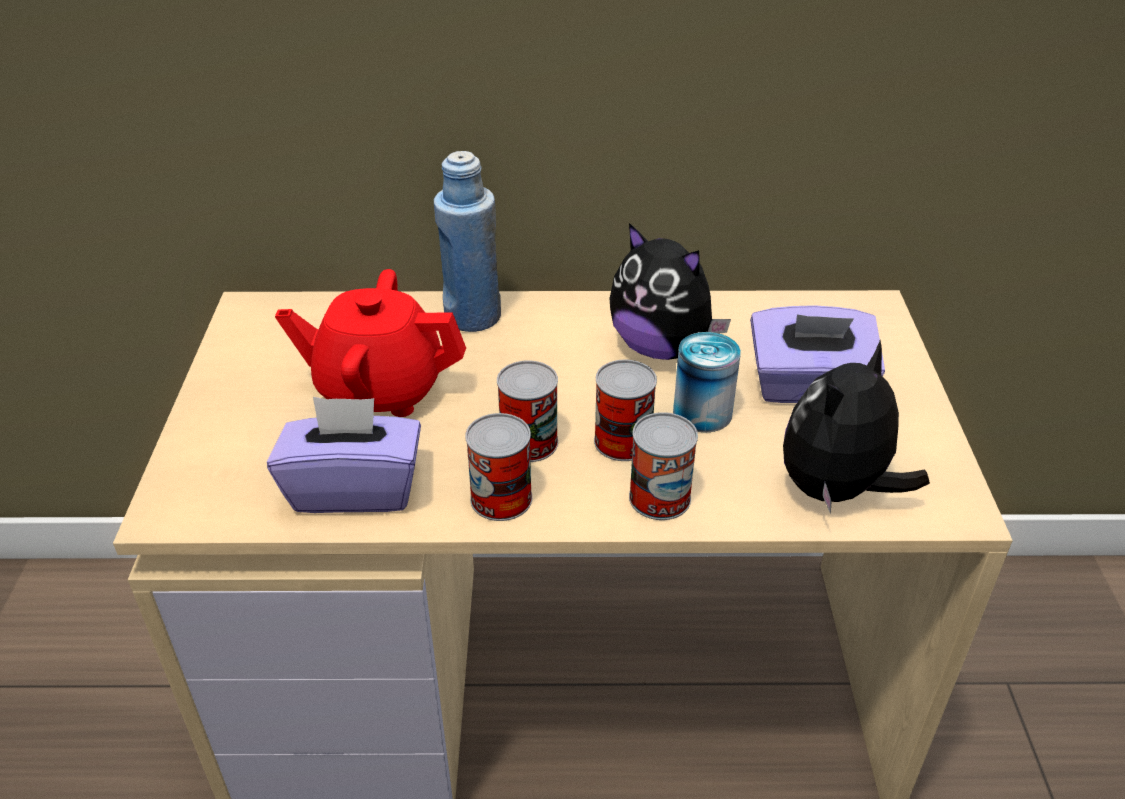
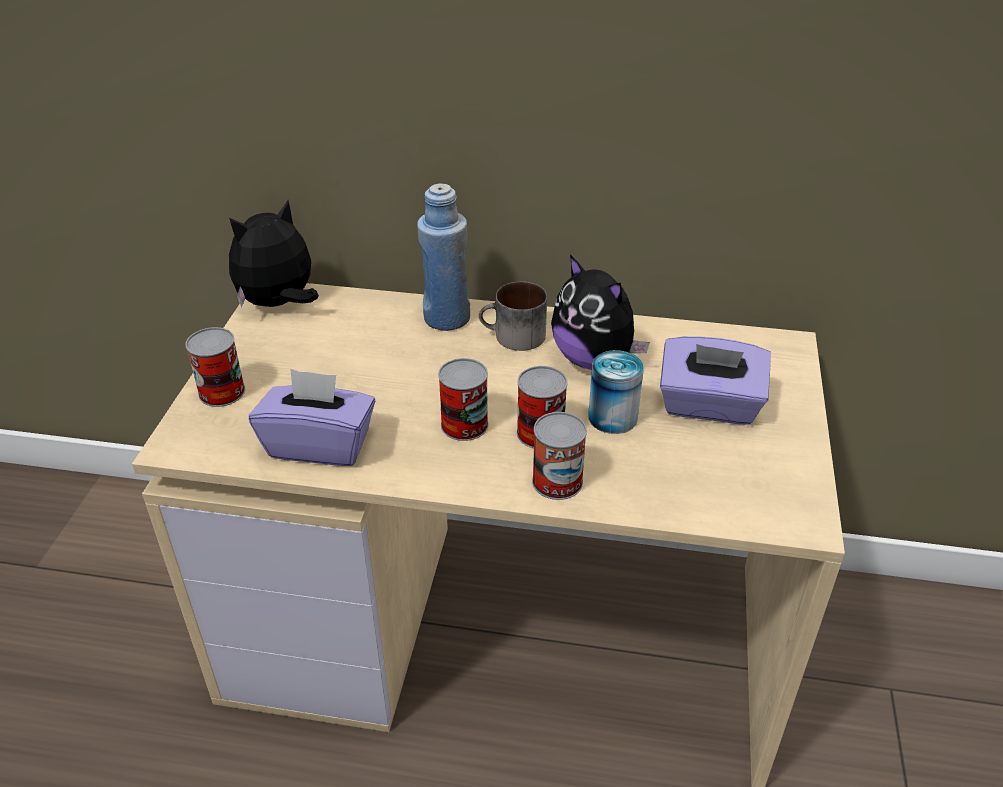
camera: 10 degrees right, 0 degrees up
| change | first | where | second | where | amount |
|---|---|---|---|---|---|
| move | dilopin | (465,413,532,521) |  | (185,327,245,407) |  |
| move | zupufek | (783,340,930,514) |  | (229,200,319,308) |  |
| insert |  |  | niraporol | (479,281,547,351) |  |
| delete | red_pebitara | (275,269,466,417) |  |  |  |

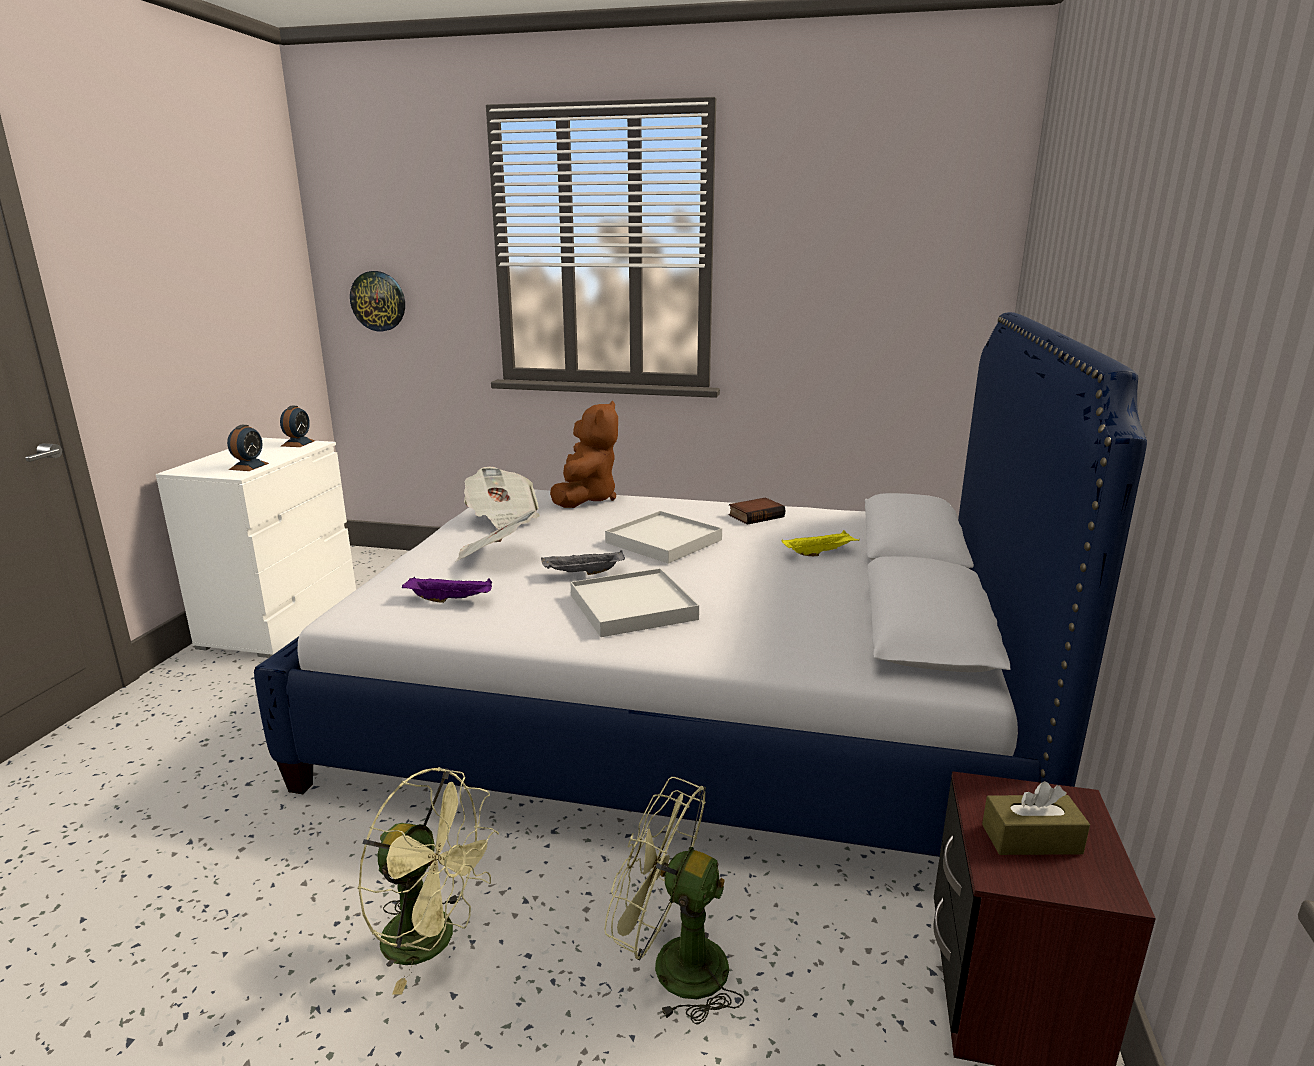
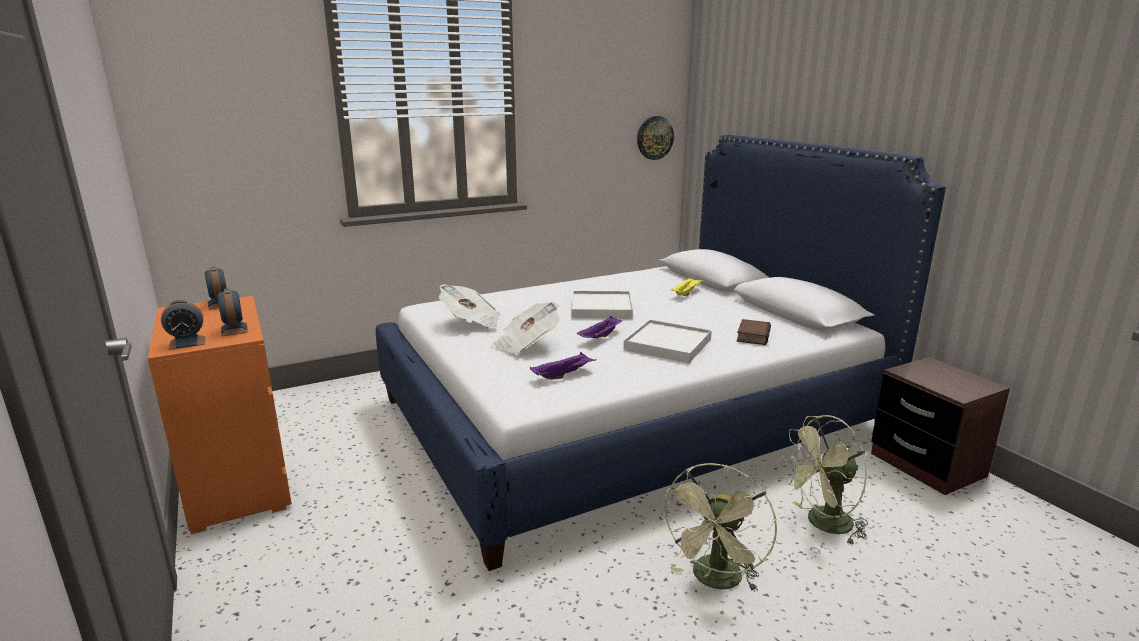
camera: 40 degrees left, 0 degrees up
| change | first | where | second | where | amount |
|---|---|---|---|---|---|
| recolor | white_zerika | (156,438,356,658) | orange_zerika | (148,296,292,534) |  |
| insert |  |  | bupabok | (161,300,205,350) |  |
| recolor | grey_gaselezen | (541,550,625,575) | purple_gaselezen | (577,316,622,338) |  |
| move | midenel | (350,271,405,332) |  | (637,116,674,160) |  |
| rotate | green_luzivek | (358,767,499,994) |  | (660,463,777,592) | 135 degrees clockwise |
| move | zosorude | (729,497,785,525) |  | (737,319,771,345) |  |
| delete | brown_zupufek | (550,401,618,508) |  |  |  |
| delete | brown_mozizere | (982,781,1090,855) |  |  |  |

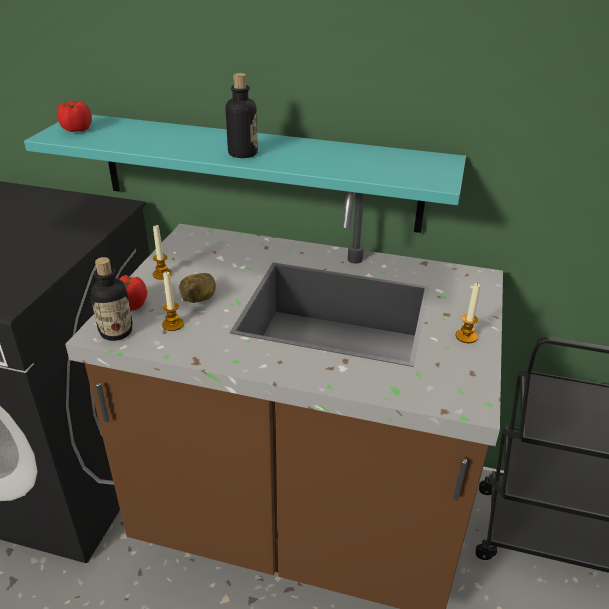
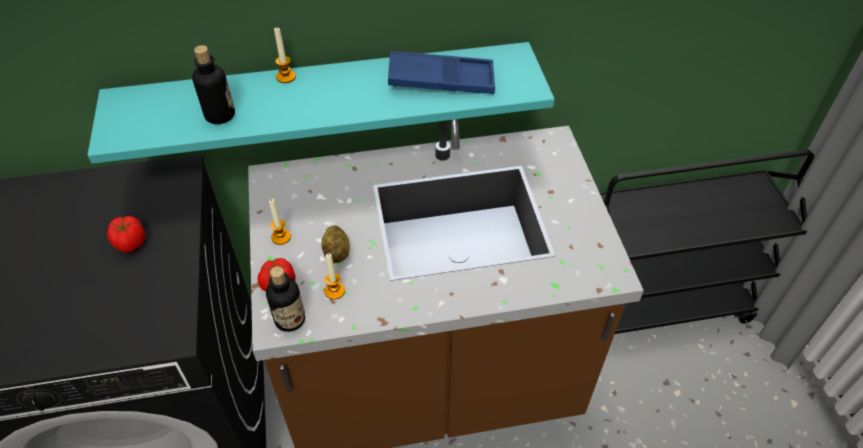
camera: 25 degrees left, 15 degrees up
| change | first | where | second | where | amount |
|---|---|---|---|---|---|
| move | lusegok | (57,101,92,132) |  | (107,216,145,253) |  |
| move | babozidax | (225,73,258,158) |  | (192,45,235,124) |  |
| move | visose | (455,282,480,343) |  | (274,27,296,83) |  |
| insert |  |  | blue_gaselezen | (388,51,495,94) |  |

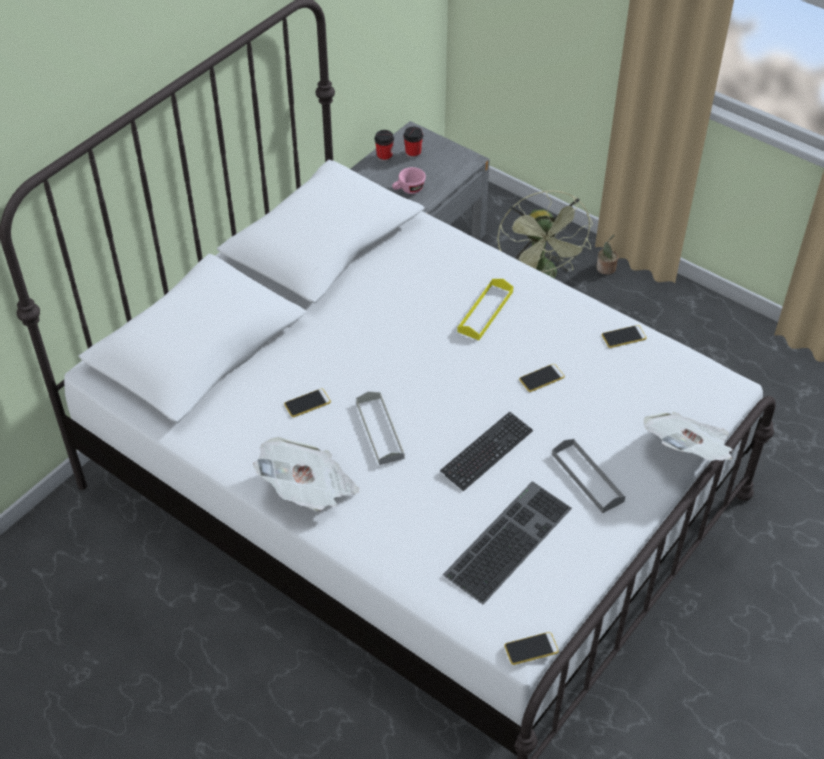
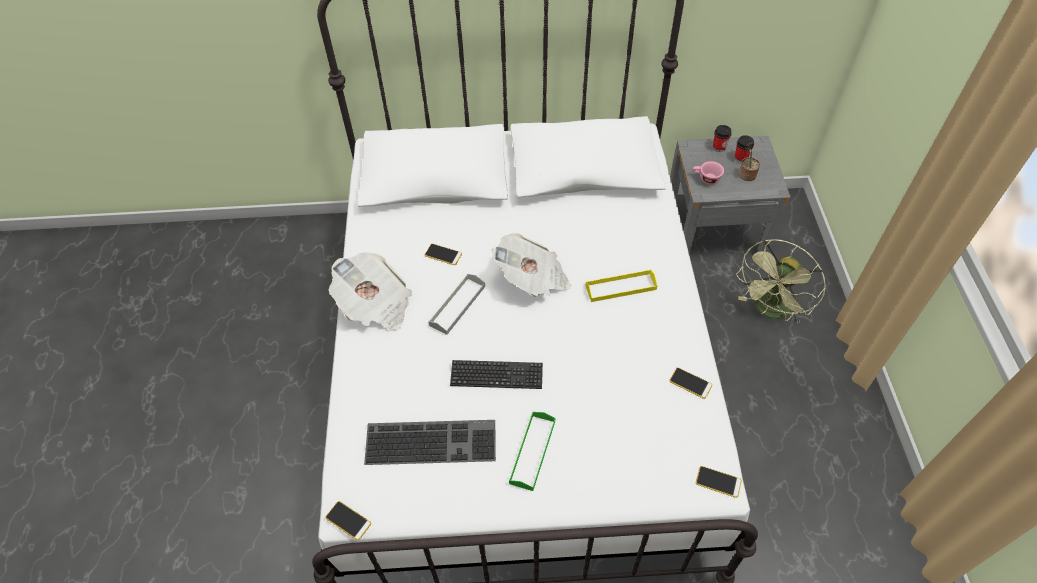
camera: 50 degrees right, 5 degrees up
| change | first | where | second | where | amount |
|---|---|---|---|---|---|
| move | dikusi | (643,412,733,461) |  | (492,233,572,296) |  |
| recolor | grey_gaselezen | (552,439,626,513) | green_gaselezen | (509,412,555,491) |  |
| move | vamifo | (519,364,565,392) |  | (696,466,742,498) |  |
| move | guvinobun | (596,235,618,275) |  | (738,143,760,181) |  |

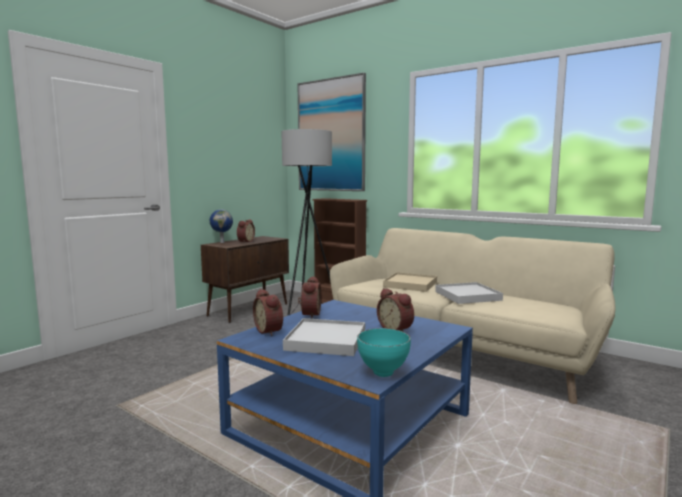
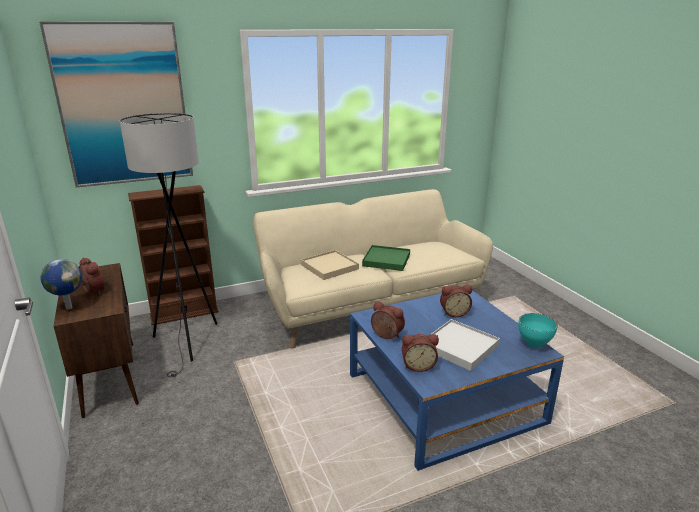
camera: 60 degrees left, 15 degrees up
| change | first | where | second | where | amount |
|---|---|---|---|---|---|
| recolor | white_gaselezen | (435,282,503,304) | green_gaselezen | (362,245,410,271) |  |

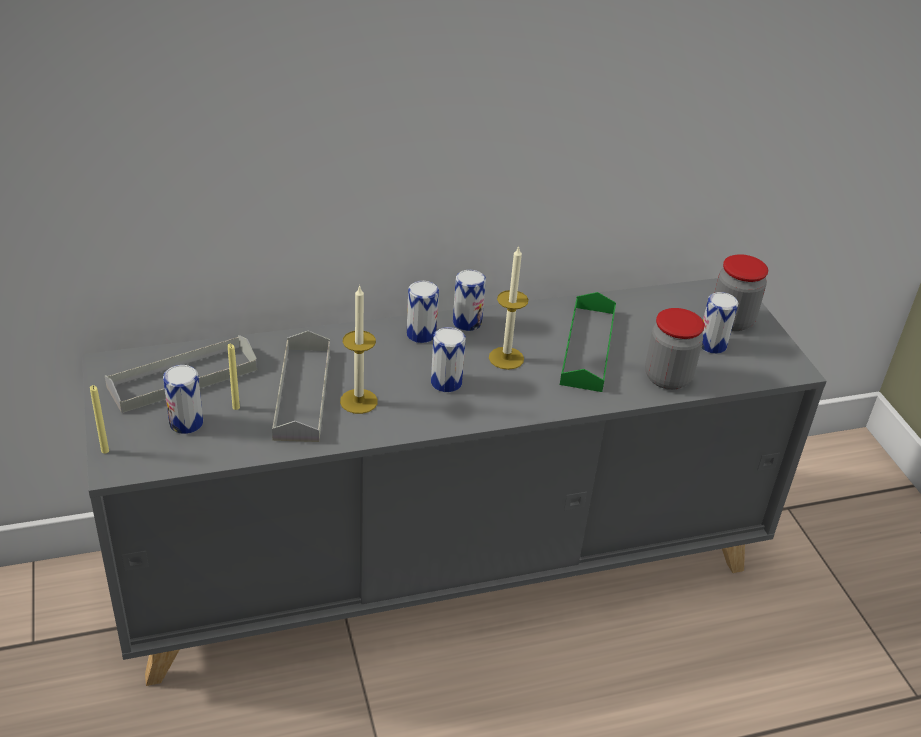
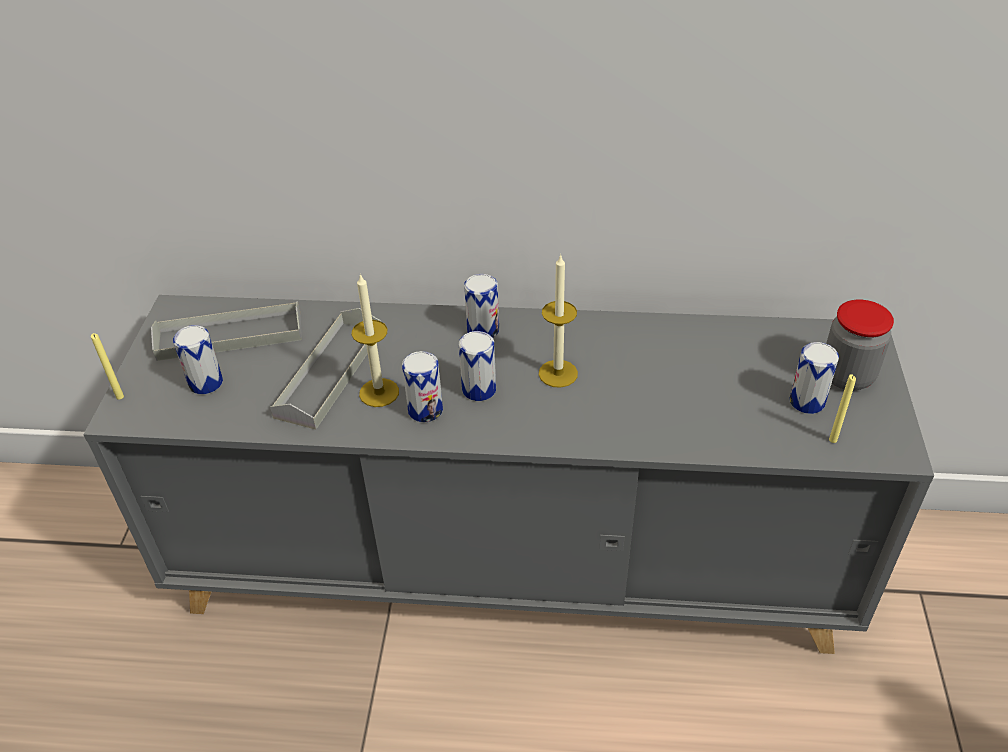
camera: 25 degrees right, 5 degrees up
| change | first | where | second | where | amount |
|---|---|---|---|---|---|
| move | dilopin | (453,270,486,331) |  | (402,351,443,422) |  |
| move | yellow_visose | (228,344,240,410) |  | (829,374,856,443) |  |
| delete | green_gaselezen | (560,292,616,392) |  |  |  |
| delete | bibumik | (645,308,705,390) |  |  |  |

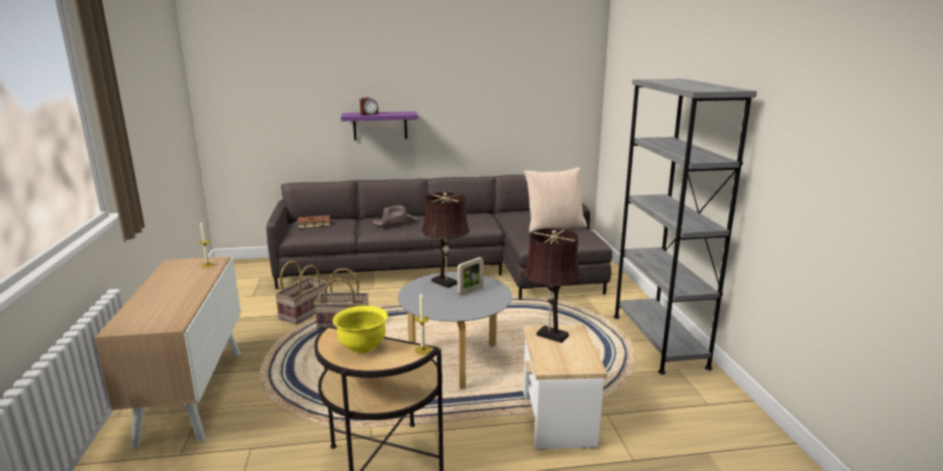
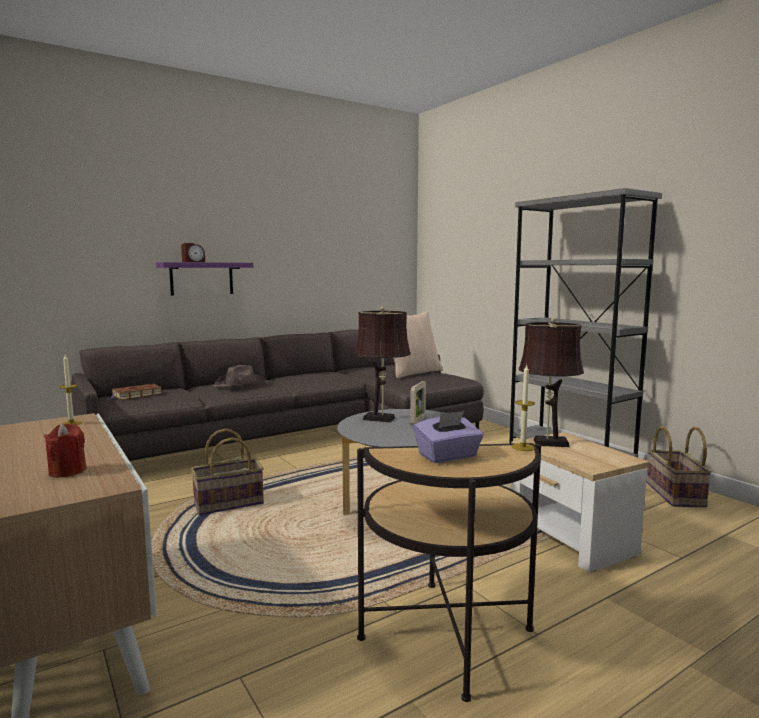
camera: 25 degrees left, 10 degrees down
| change | first | where | second | where | amount |
|---|---|---|---|---|---|
| insert |  |  | red_visose | (44,423,87,478) |  |
| replace | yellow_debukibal | (333,305,388,353) | purple_mozizere | (414,411,483,463) |  |
| move | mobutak | (275,260,327,324) |  | (646,426,712,507) |  |

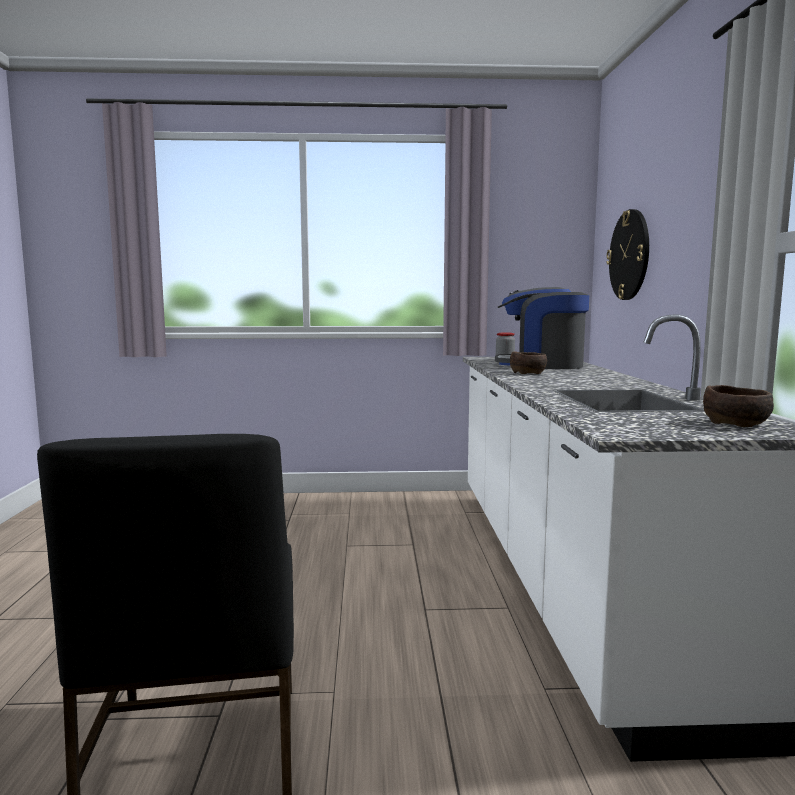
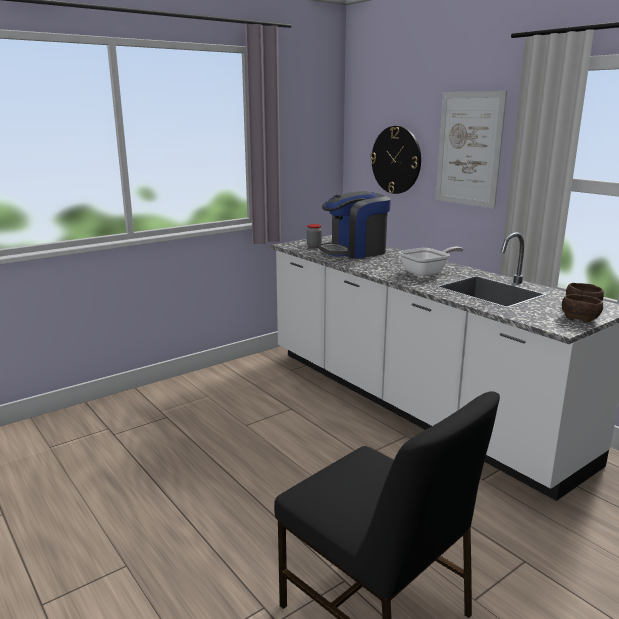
camera: 35 degrees left, 10 degrees up
| change | first | where | second | where | amount |
|---|---|---|---|---|---|
| insert |  |  | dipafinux | (399,247,463,276) |  |
| insert |  |  | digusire | (435,91,507,209) |  |
| move | brown_debukibal | (510,351,547,374) |  | (562,294,603,322) |  |

